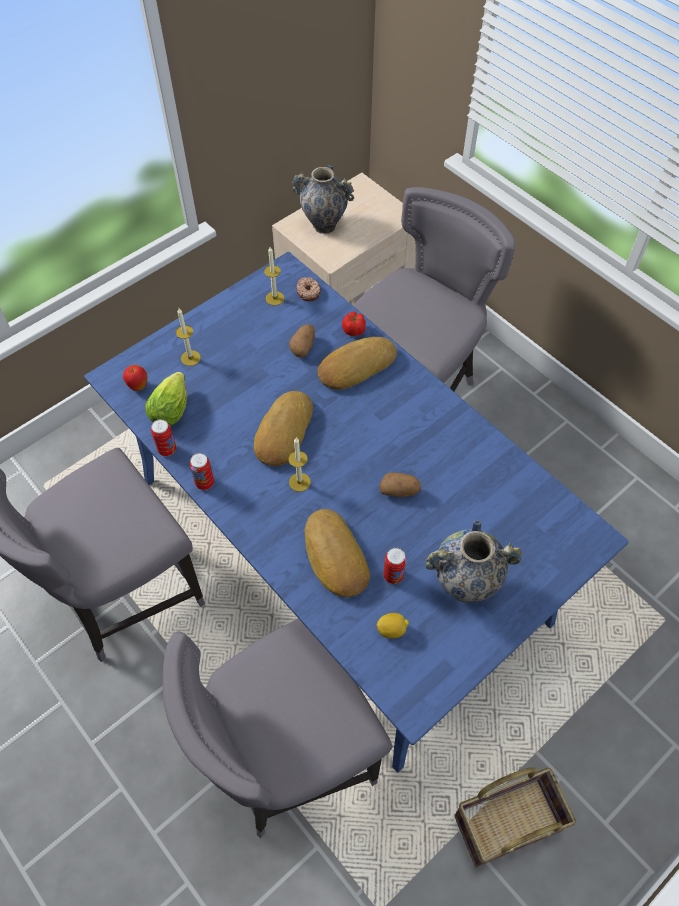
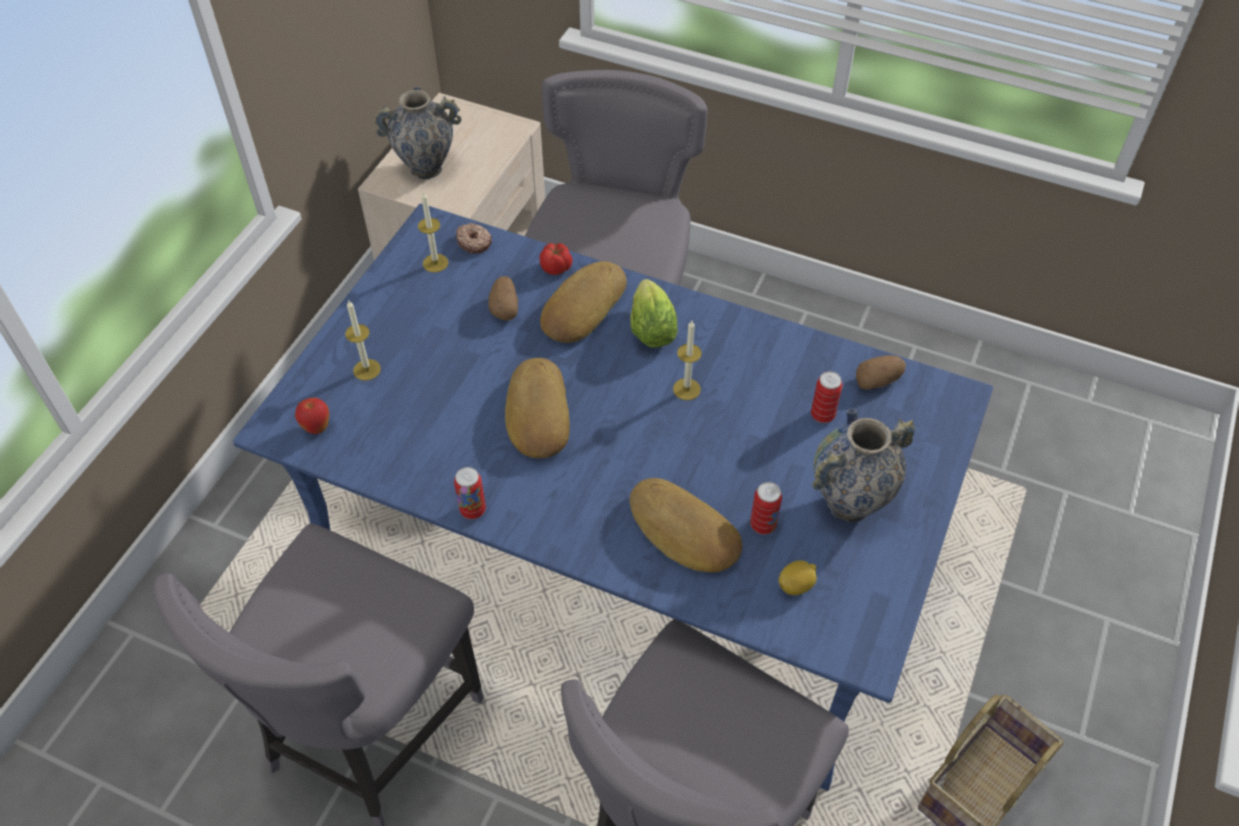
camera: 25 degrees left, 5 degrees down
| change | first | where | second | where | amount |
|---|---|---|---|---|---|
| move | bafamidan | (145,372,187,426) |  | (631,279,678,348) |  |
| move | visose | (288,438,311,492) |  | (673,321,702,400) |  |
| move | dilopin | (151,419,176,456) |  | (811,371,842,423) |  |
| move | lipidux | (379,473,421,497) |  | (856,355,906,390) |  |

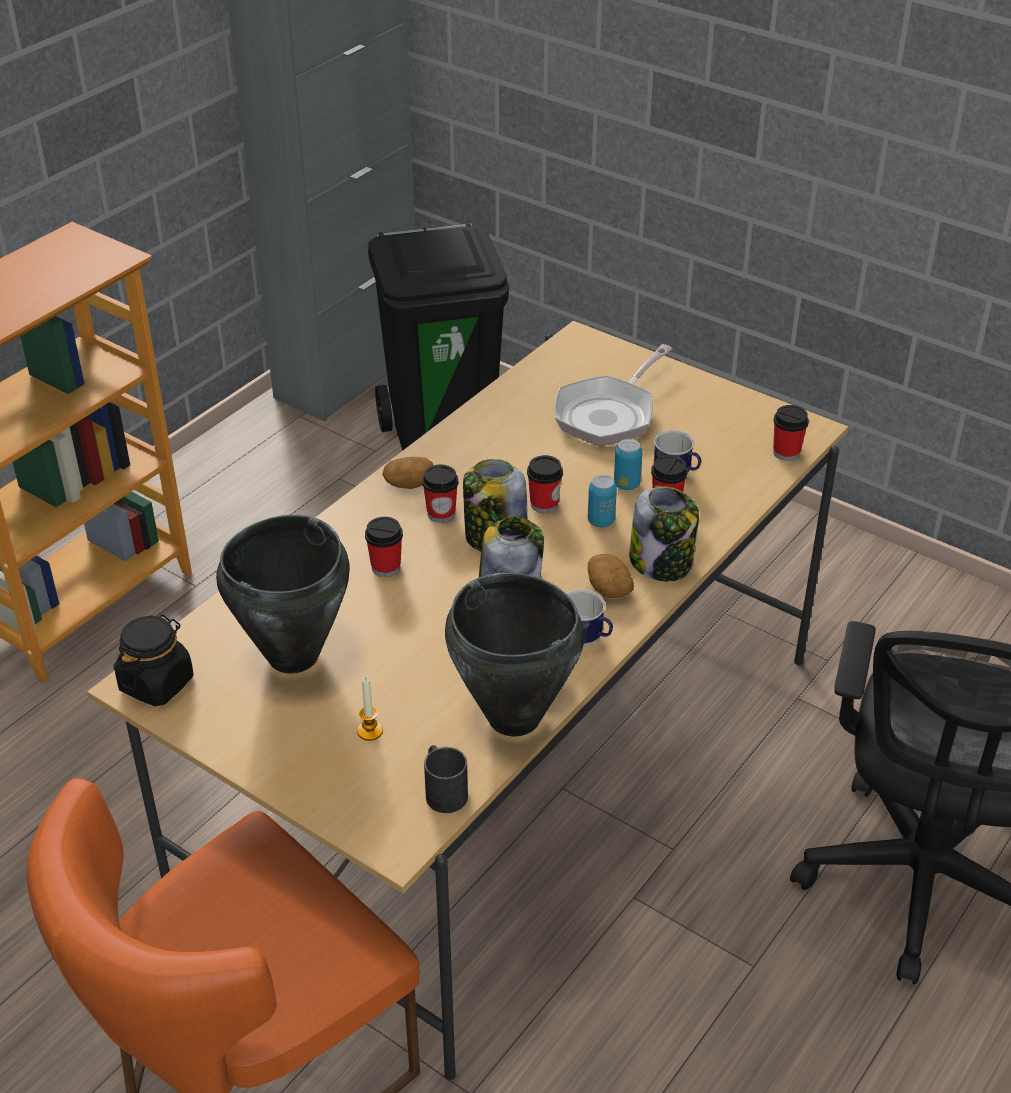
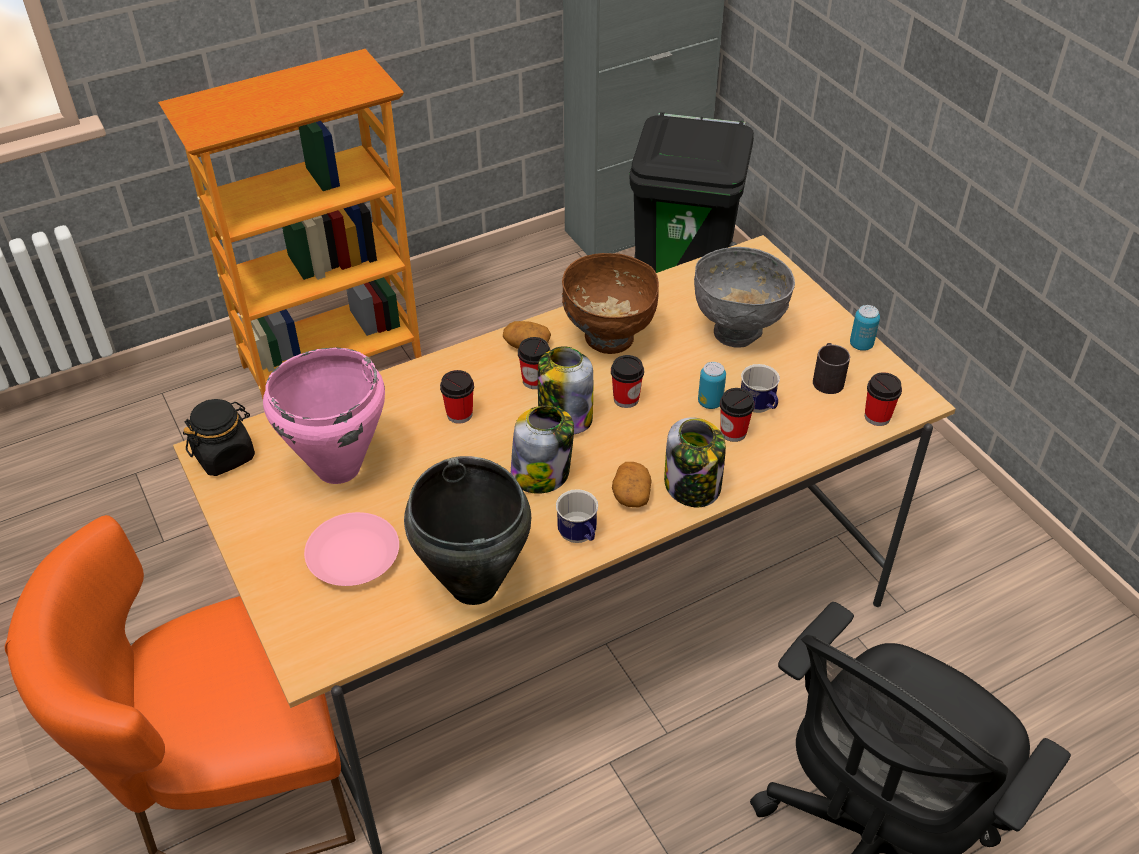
camera: 25 degrees right, 5 degrees up
| change | first | where | second | where | amount |
|---|---|---|---|---|---|
| recolor | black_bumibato | (216,515,350,674) | pink_bumibato | (263,347,385,484) |  |
| replace | visose | (357,677,383,741) | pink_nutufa | (304,512,399,586) |  |
| insert |  |  | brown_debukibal | (562,253,659,354) |  |
| replace | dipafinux | (554,344,673,446) | grey_debukibal | (694,247,795,348) |  |
| move | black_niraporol | (424,745,468,813) |  | (813,343,850,394) |  |
| move | dilopin | (588,475,617,527) |  | (850,305,880,351) |  |

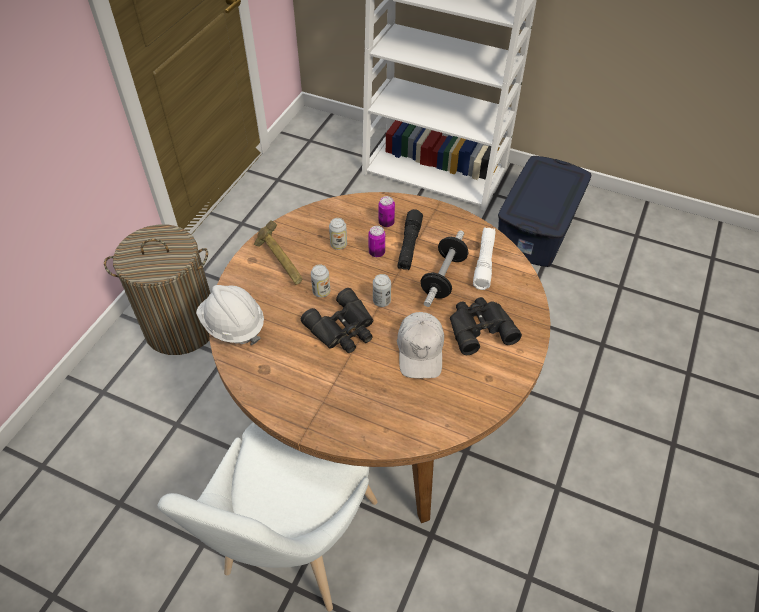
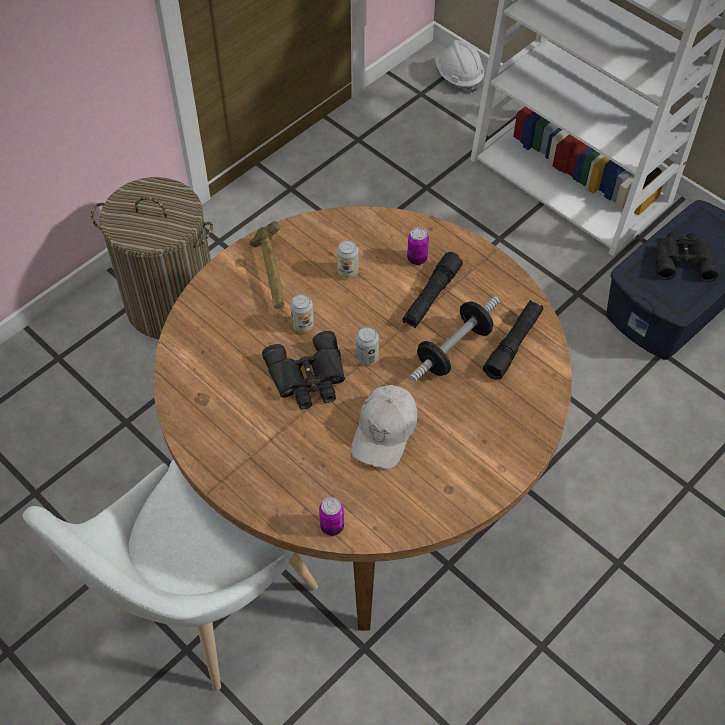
camera: 20 degrees right, 5 degrees up
| change | first | where | second | where | amount |
|---|---|---|---|---|---|
| move | dilopin | (368,226,385,257) |  | (319,497,344,536) |  |
| move | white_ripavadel | (196,285,264,345) |  | (435,40,484,93) |  |
| recolor | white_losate | (473,228,496,290) | black_losate | (483,300,543,380) |  |
| move | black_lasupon | (450,297,522,355) |  | (656,232,719,282) |  |

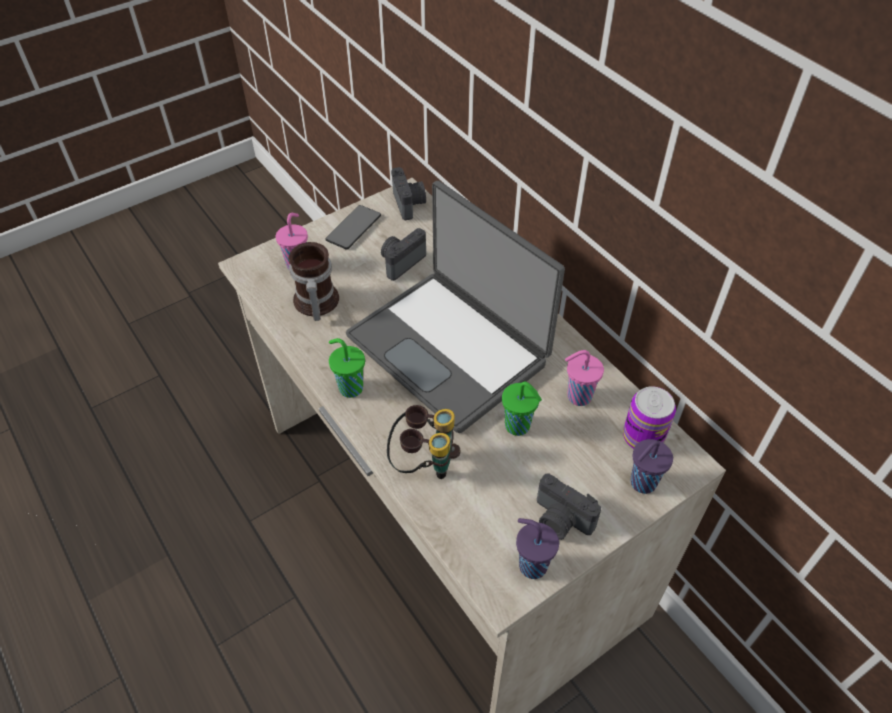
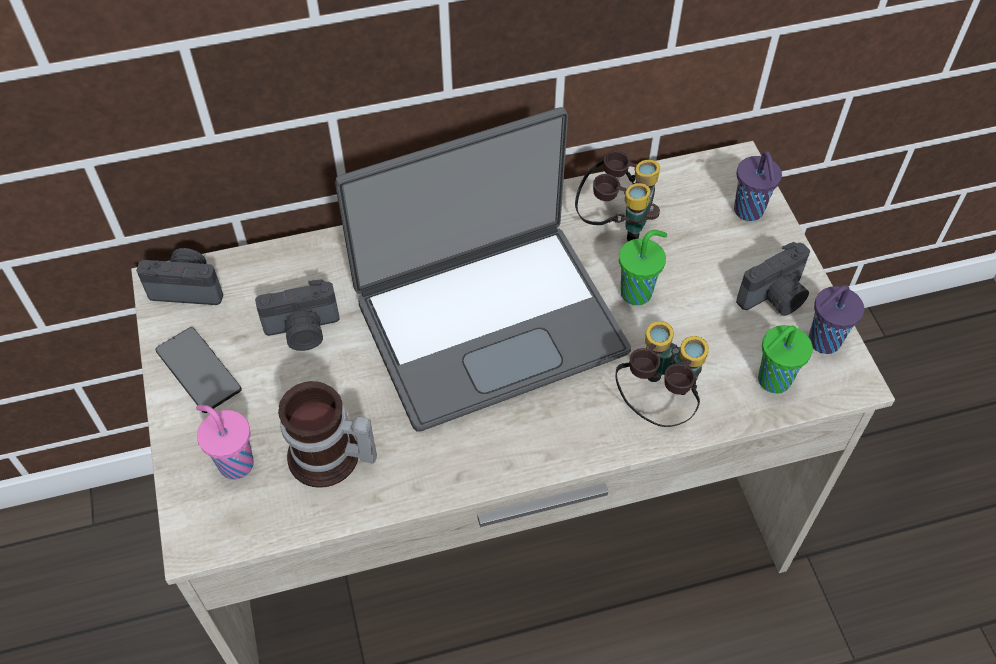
camera: 70 degrees left, 5 degrees up
| change | first | where | second | where | amount |
|---|---|---|---|---|---|
| rotate | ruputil | (381,228,426,281) |  | (255,279,340,351) | 75 degrees counterclockwise |
| replace | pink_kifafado | (565,350,604,406) | lasupon | (575,151,660,241) |  |
| move | green_kifafado | (329,338,365,398) |  | (758,325,813,394) |  |
| delete | dilopin | (623,386,676,449) |  |  |  |

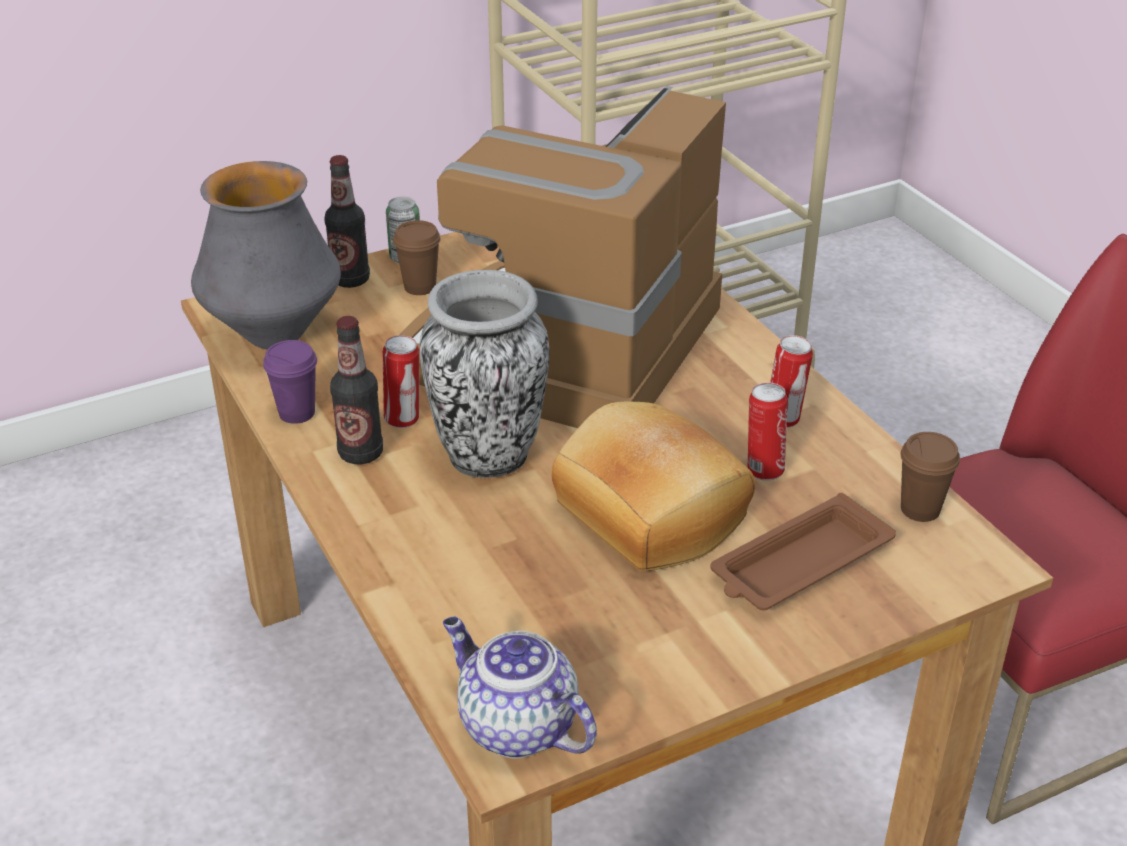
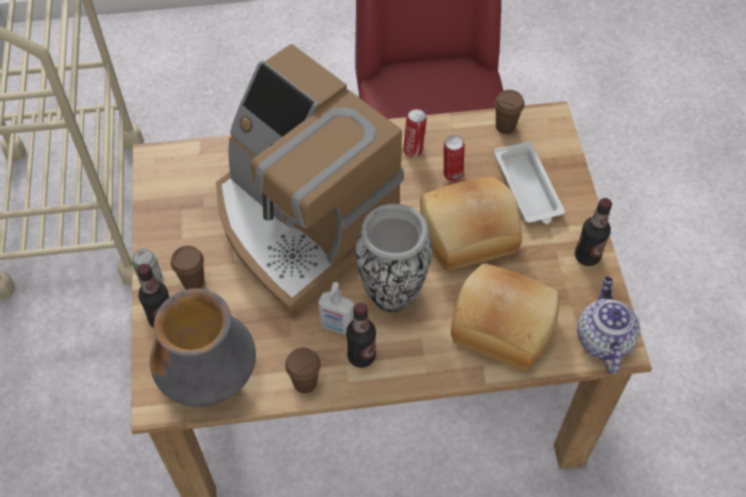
camera: 70 degrees left, 20 degrees up
| change | first | where | second | where | amount |
|---|---|---|---|---|---|
| recolor | purple_kifafado | (263,340,317,424) | brown_kifafado | (285,348,321,393) |  |
| replace | dilopin | (383,335,419,428) | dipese | (318,282,354,335) |  |
| insert |  |  | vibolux | (451,263,559,371) |  |
| recolor | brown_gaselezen | (710,493,896,610) | white_gaselezen | (494,141,565,224) |  |
| insert |  |  | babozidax | (575,198,612,266) |  |
| rotate | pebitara | (443,617,597,759) |  | (577,276,640,374) | 120 degrees clockwise |

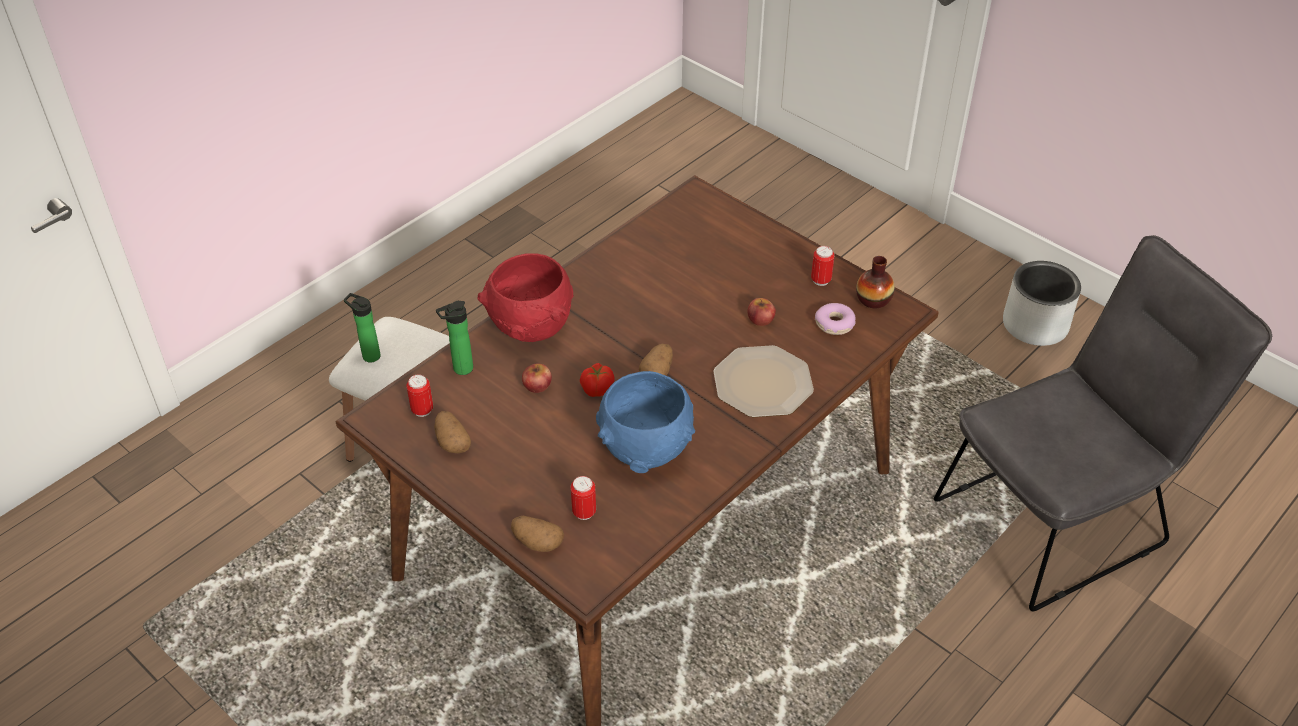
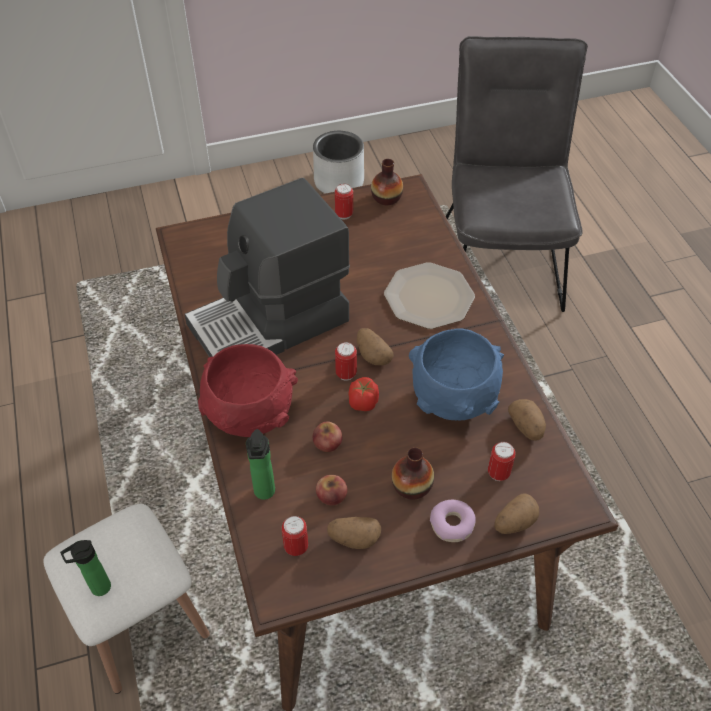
camera: 60 degrees left, 5 degrees up
| change | first | where | second | where | amount |
|---|---|---|---|---|---|
| insert |  |  | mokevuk | (184,178,350,357) |  |
| move | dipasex | (748,298,776,326) |  | (316,475,347,505) |  |
| insert |  |  | dilopin | (335,342,357,381) |  |
| insert |  |  | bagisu | (392,447,434,500) |  |
| move | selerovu | (815,303,856,335) |  | (430,500,476,542) |  |
| insert |  |  | lipidux | (508,399,546,441) |  |

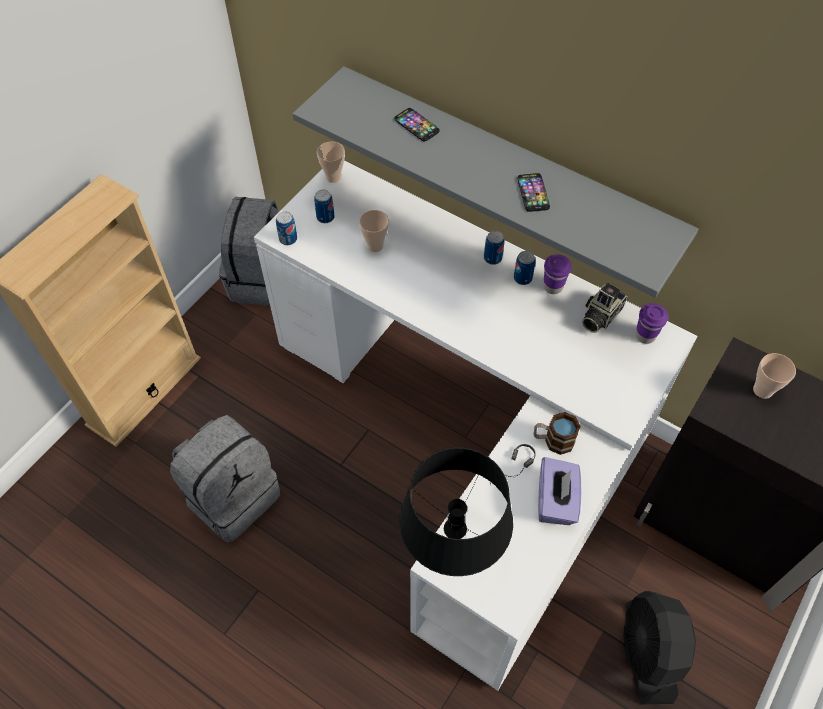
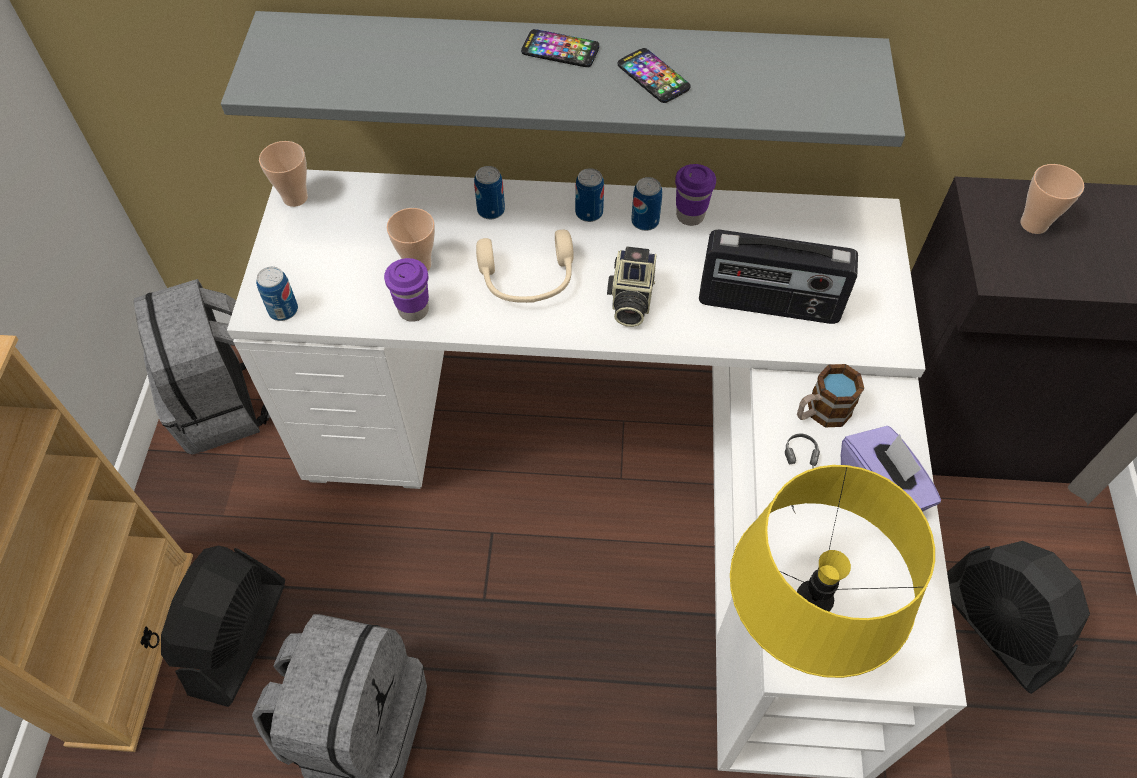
camera: 30 degrees left, 0 degrees up
| change | first | where | second | where | amount |
|---|---|---|---|---|---|
| insert |  |  | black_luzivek | (161,546,285,707) |  |
| move | purple_kifafado | (636,303,668,344) |  | (384,258,429,322) |  |
| move | dilopin | (314,190,334,223) |  | (474,166,505,219) |  |
| insert |  |  | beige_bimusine | (476,230,574,303) |  |
| move | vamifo | (394,108,440,142) |  | (521,29,599,67) |  |
| move | ruputil | (582,283,628,333) |  | (607,246,657,327) |  |
| insert |  |  | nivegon | (699,230,858,324) |  |
| recolor | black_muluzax | (399,447,513,576) | yellow_muluzax | (730,465,935,678) |  |

